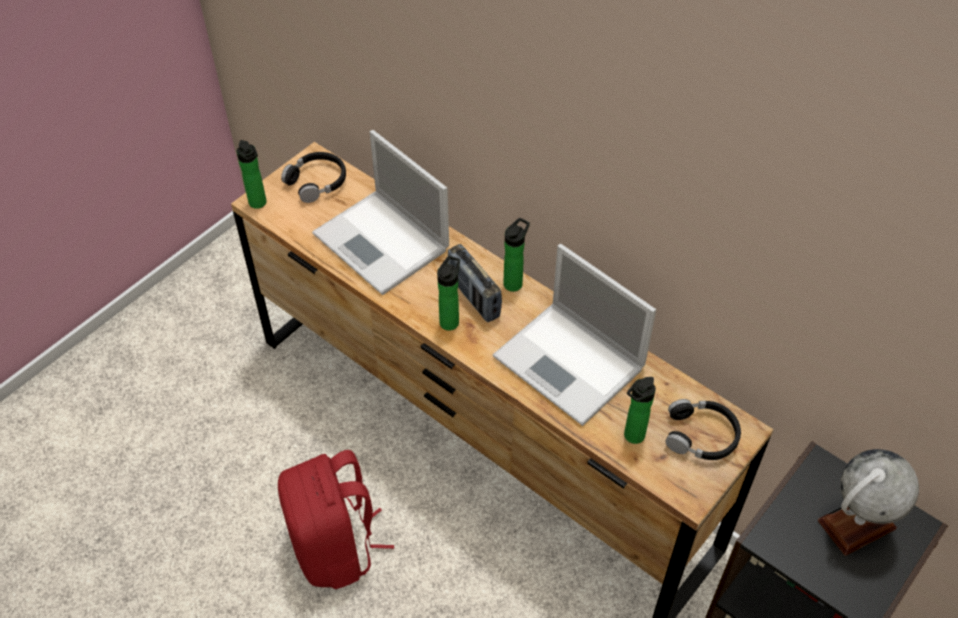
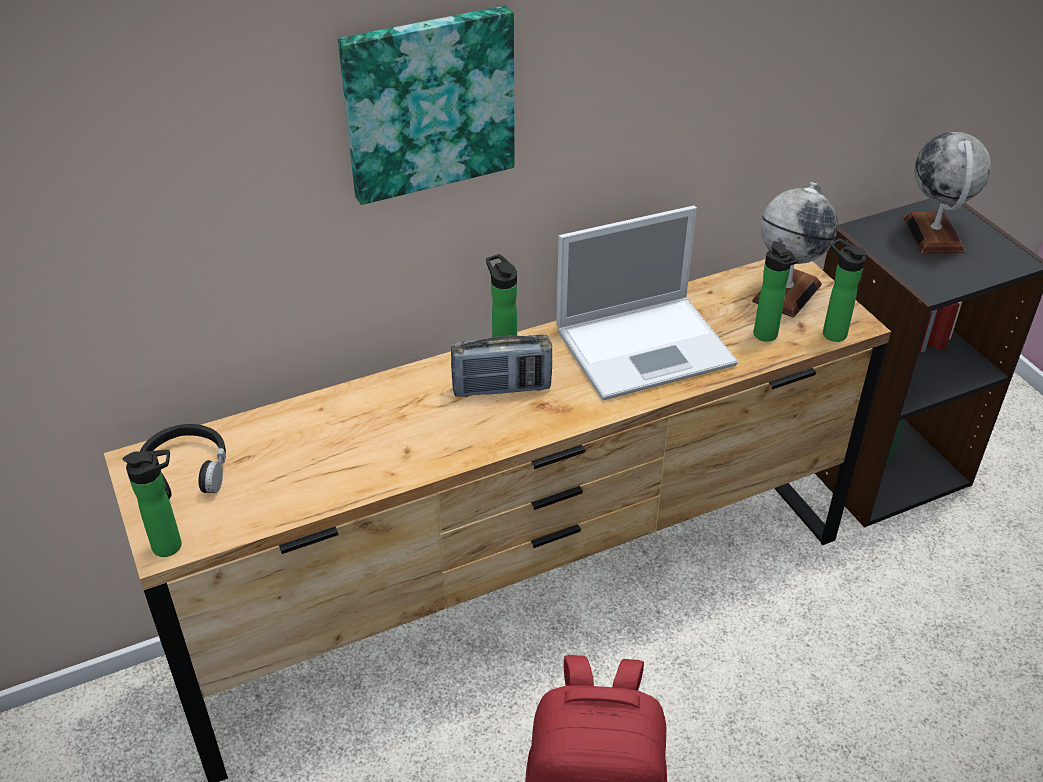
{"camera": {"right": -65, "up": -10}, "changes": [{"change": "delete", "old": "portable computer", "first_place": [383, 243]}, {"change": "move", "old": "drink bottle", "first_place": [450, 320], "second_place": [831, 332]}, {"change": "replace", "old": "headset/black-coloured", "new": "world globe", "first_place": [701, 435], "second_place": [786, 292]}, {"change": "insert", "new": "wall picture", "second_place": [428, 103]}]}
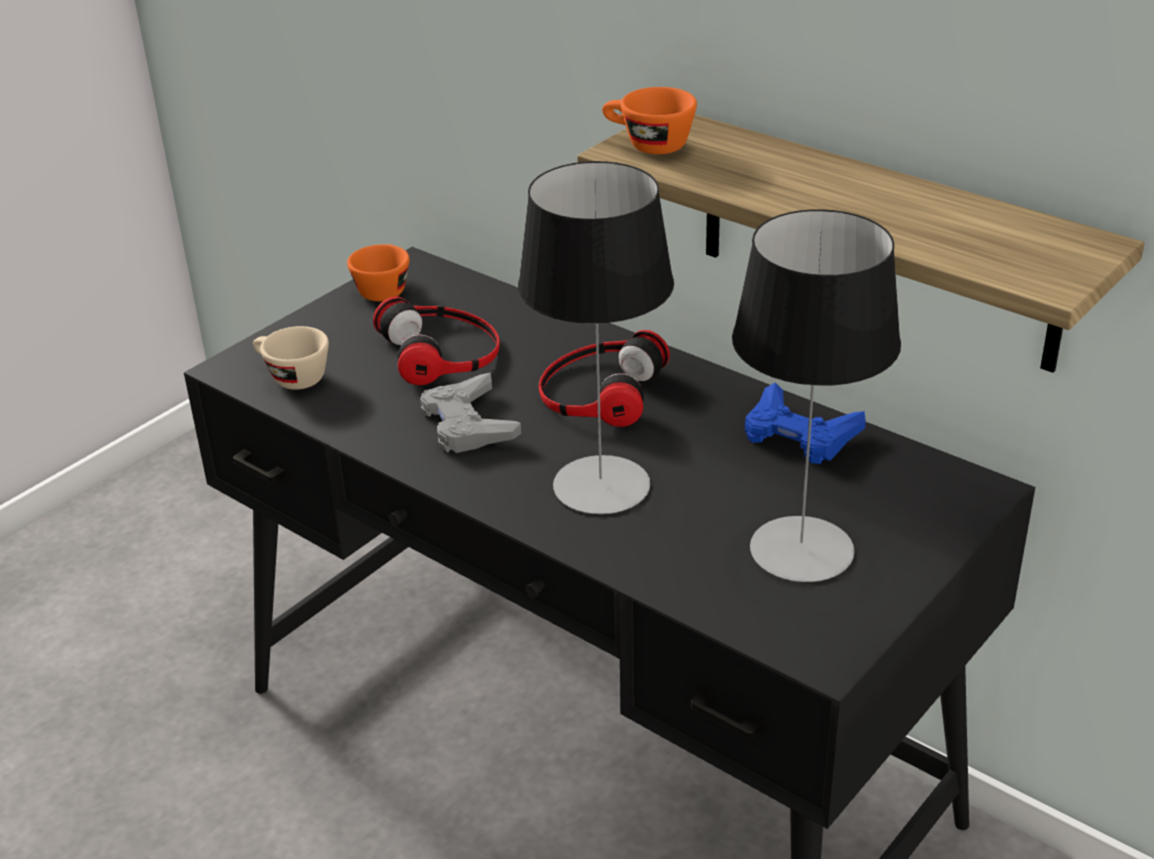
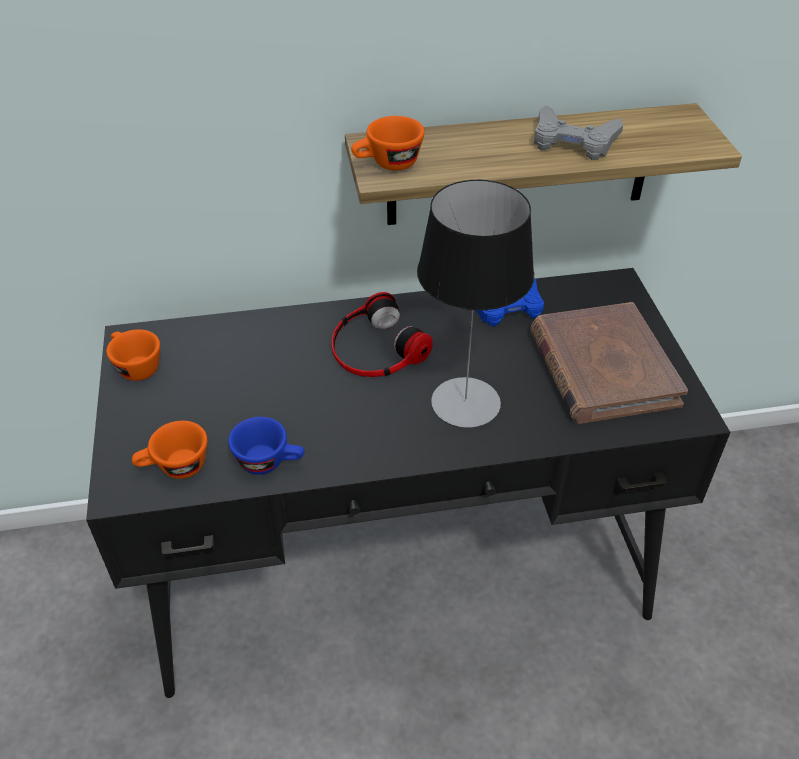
{"camera": {"right": -50, "up": 10}, "changes": [{"change": "replace", "old": "lamp for a table", "new": "volume/brownish", "first_place": [801, 549], "second_place": [602, 368]}, {"change": "delete", "old": "headset", "first_place": [442, 351]}, {"change": "recolor", "old": "small cup/sand-coloured", "new": "small cup/orange-coloured", "first_place": [291, 377], "second_place": [175, 468]}, {"change": "move", "old": "joypad/grey", "first_place": [468, 423], "second_place": [573, 141]}, {"change": "insert", "new": "small cup/bluish", "second_place": [270, 461]}]}
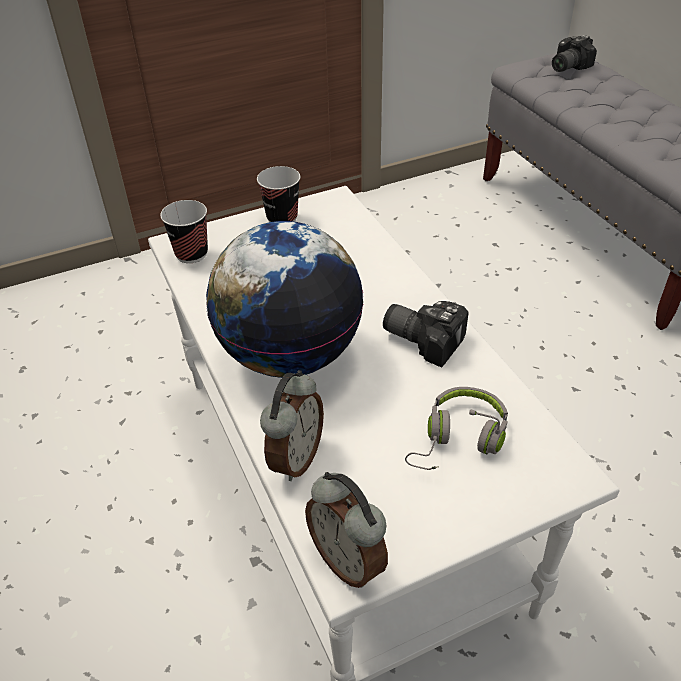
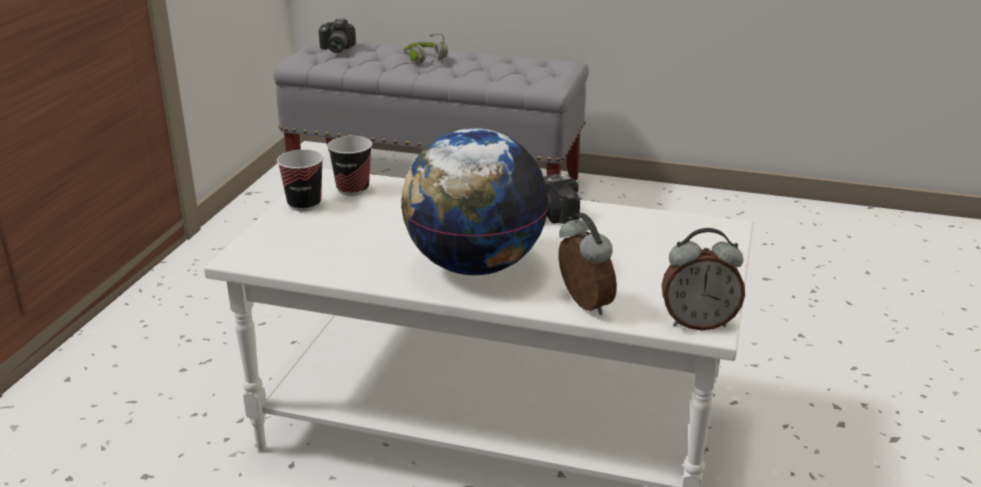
{"camera": {"right": -50, "up": -15}, "changes": [{"change": "move", "old": "small cup", "first_place": [191, 254], "second_place": [353, 189]}, {"change": "move", "old": "headset/grey", "first_place": [459, 439], "second_place": [426, 61]}]}
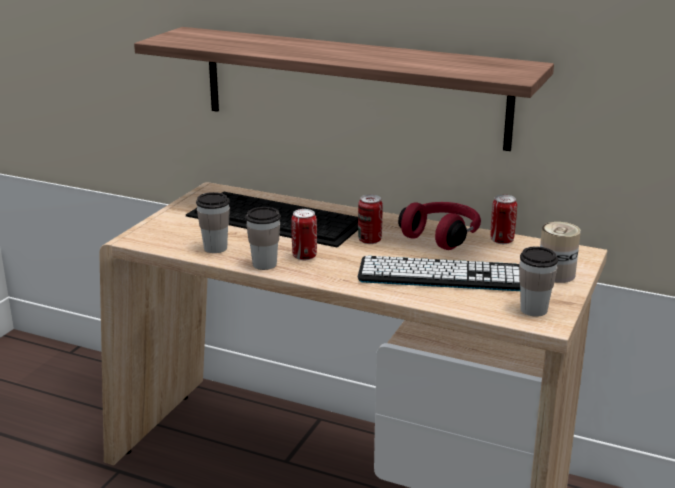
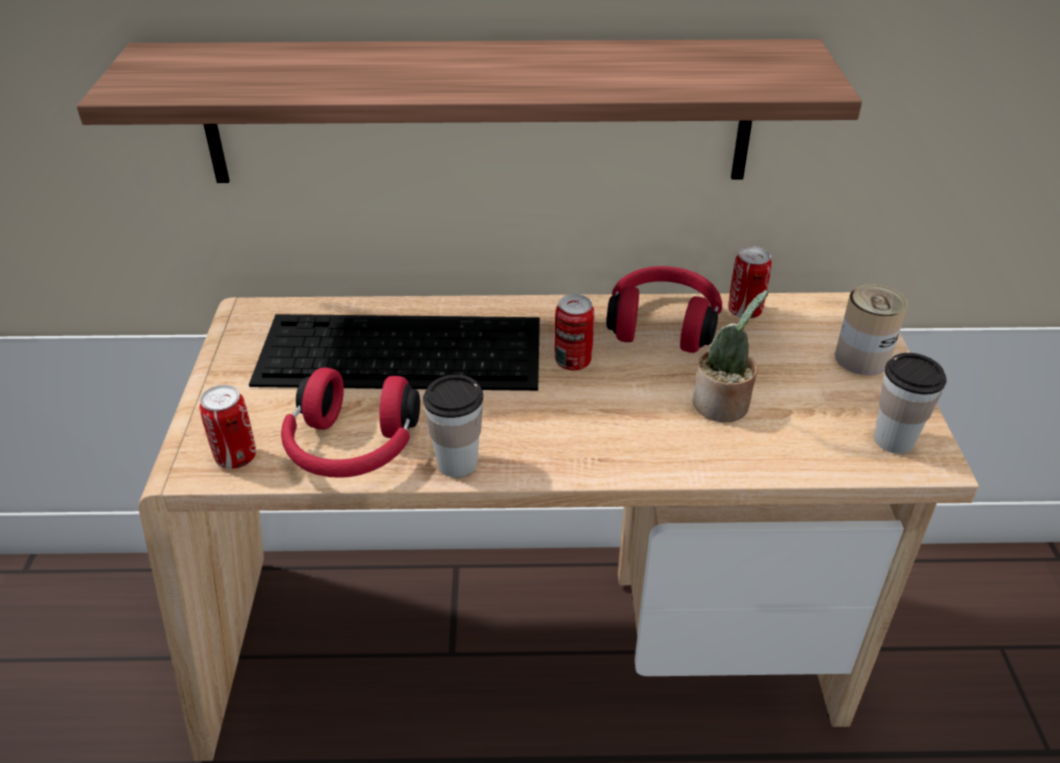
{"camera": {"right": -25, "up": 15}, "changes": [{"change": "replace", "old": "small cup", "new": "headset/red-coloured", "first_place": [215, 248], "second_place": [351, 449]}, {"change": "move", "old": "metal can", "first_place": [304, 256], "second_place": [236, 457]}, {"change": "replace", "old": "PC keyboard", "new": "plant in a pot", "first_place": [440, 275], "second_place": [723, 406]}]}
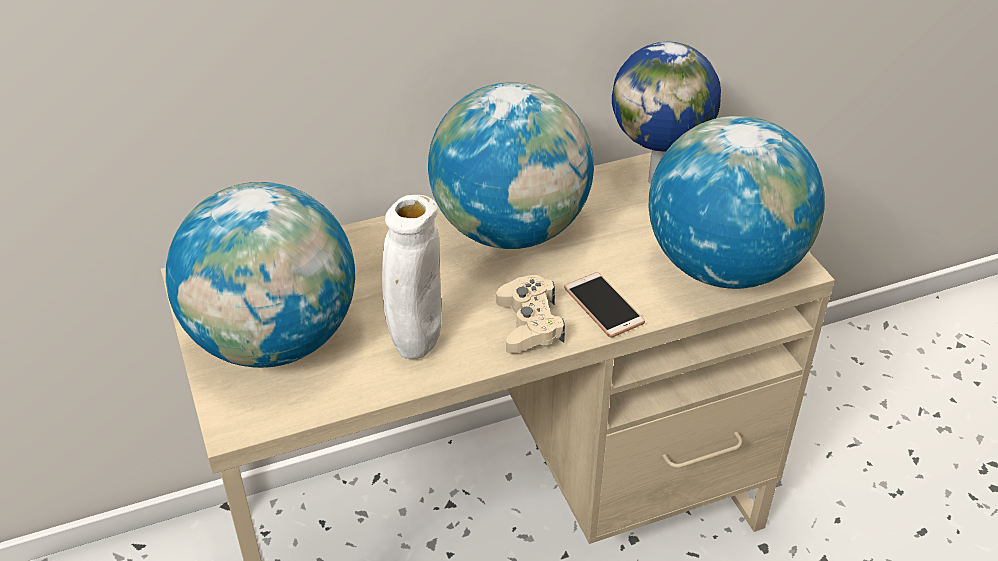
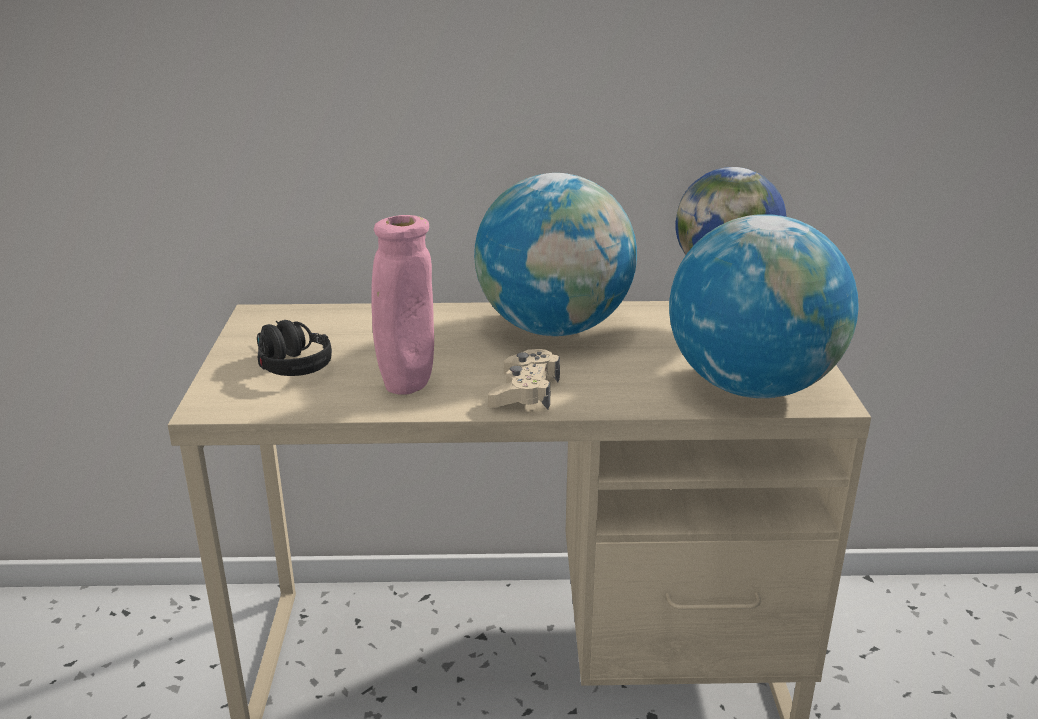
{"camera": {"right": 20, "up": -15}, "changes": [{"change": "replace", "old": "world globe", "new": "headset/black-coloured", "first_place": [274, 340], "second_place": [287, 361]}, {"change": "recolor", "old": "vase/white", "new": "vase/pinkish", "first_place": [416, 346], "second_place": [407, 387]}, {"change": "delete", "old": "phone", "first_place": [603, 306]}]}
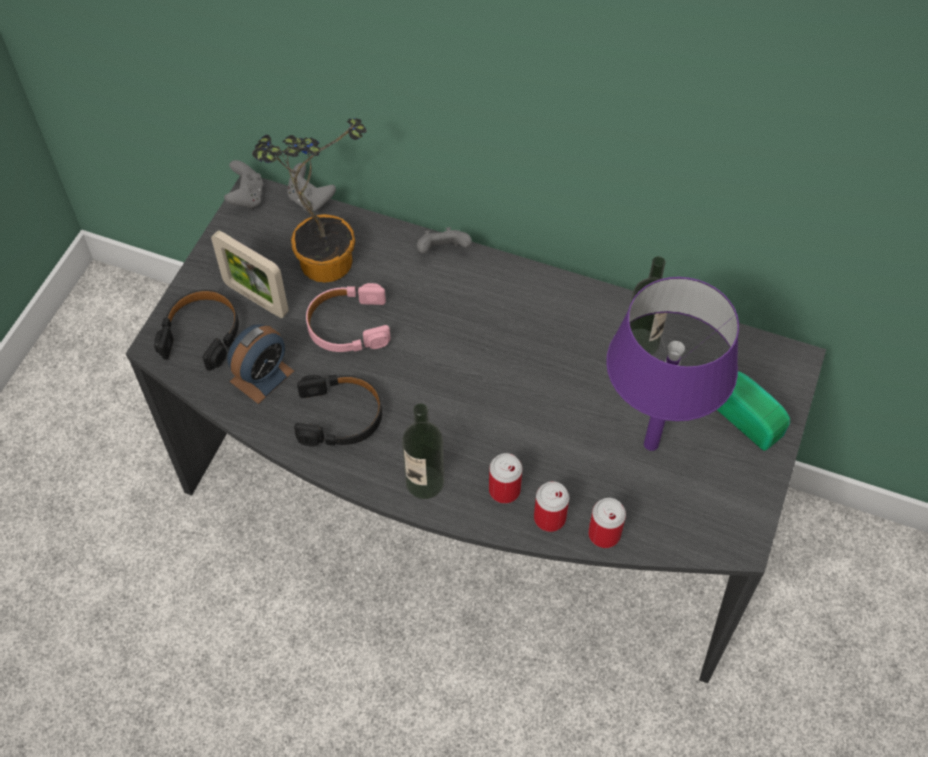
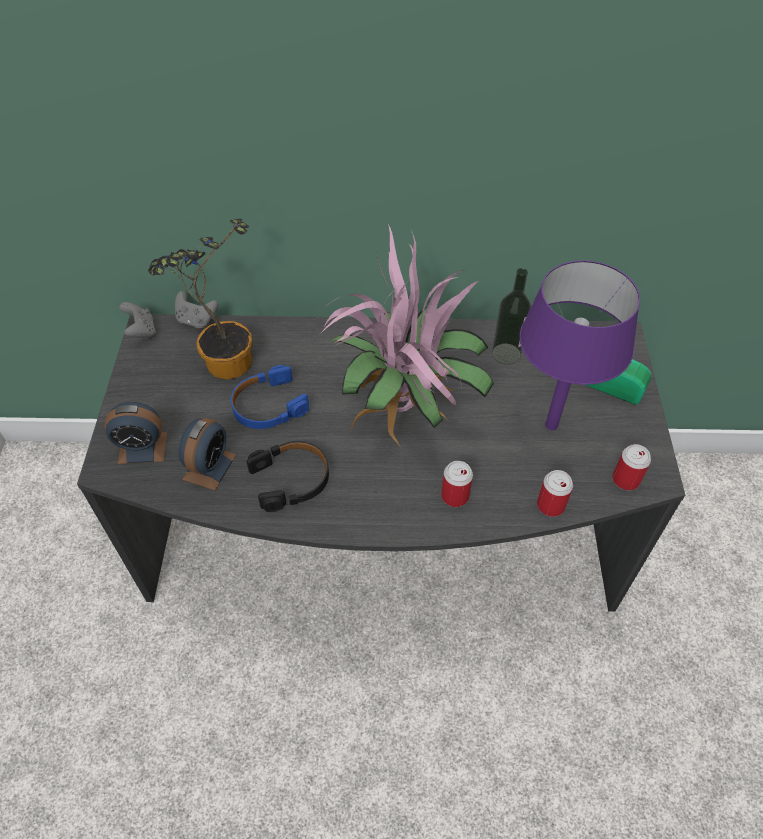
{"camera": {"right": -20, "up": -5}, "changes": [{"change": "delete", "old": "joypad/grey", "first_place": [443, 251]}, {"change": "delete", "old": "picture frame", "first_place": [256, 299]}, {"change": "recolor", "old": "headset/pinkish", "new": "headset/bluish", "first_place": [348, 326], "second_place": [268, 406]}, {"change": "replace", "old": "headset/black-coloured", "new": "table clock", "first_place": [202, 334], "second_place": [142, 448]}, {"change": "delete", "old": "drink bottle", "first_place": [424, 482]}, {"change": "move", "old": "metal can", "first_place": [549, 518], "second_place": [625, 479]}, {"change": "insert", "new": "plant in a pot", "second_place": [404, 411]}]}
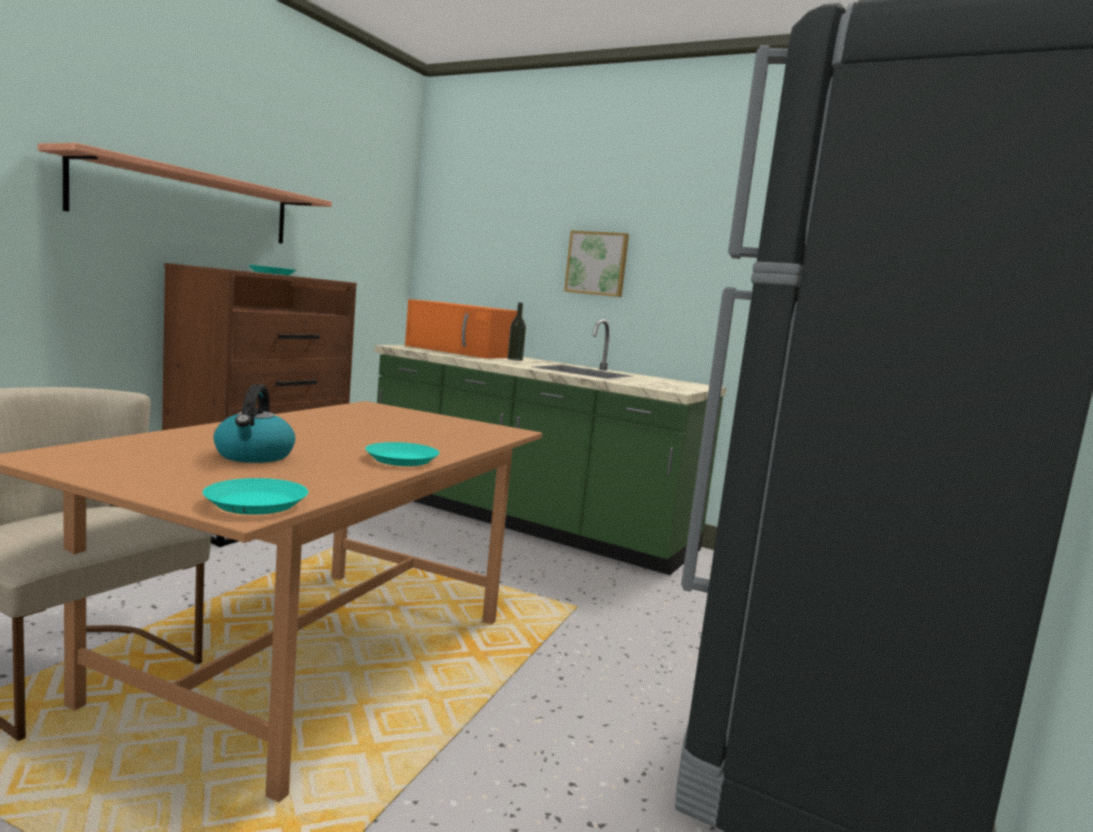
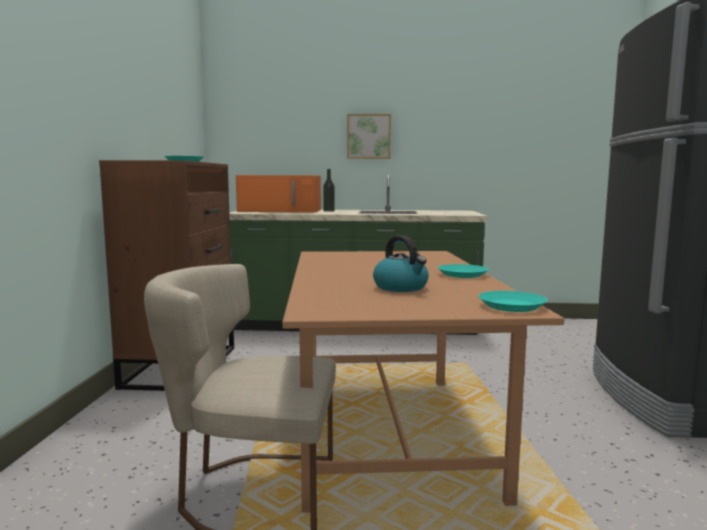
{"camera": {"right": -25, "up": 0}, "changes": [{"change": "delete", "old": "wall shelf", "first_place": [188, 203]}]}
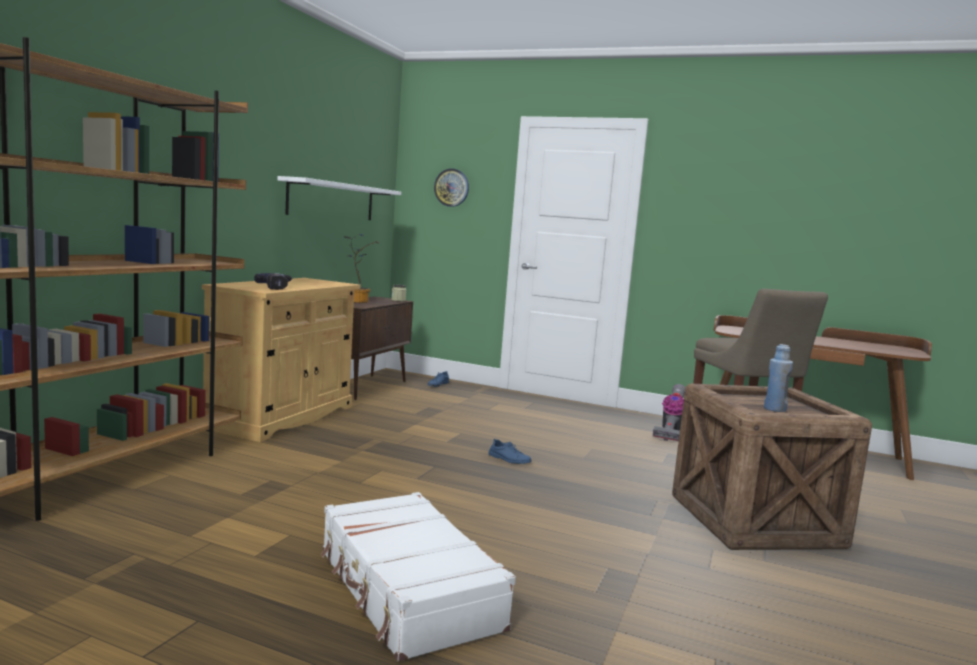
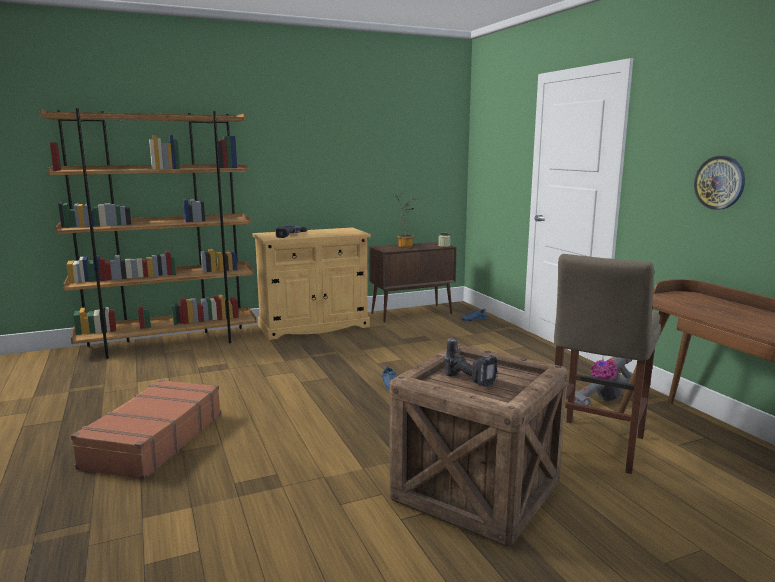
{"camera": {"right": 45, "up": 5}, "changes": [{"change": "move", "old": "clock on the wall", "first_place": [452, 187], "second_place": [719, 182]}, {"change": "delete", "old": "wall shelf/white", "first_place": [332, 200]}, {"change": "replace", "old": "drink bottle/bluish", "new": "power drill", "first_place": [774, 409], "second_place": [471, 381]}, {"change": "recolor", "old": "suitcase/white", "new": "suitcase/brownish", "first_place": [407, 590], "second_place": [153, 440]}]}
